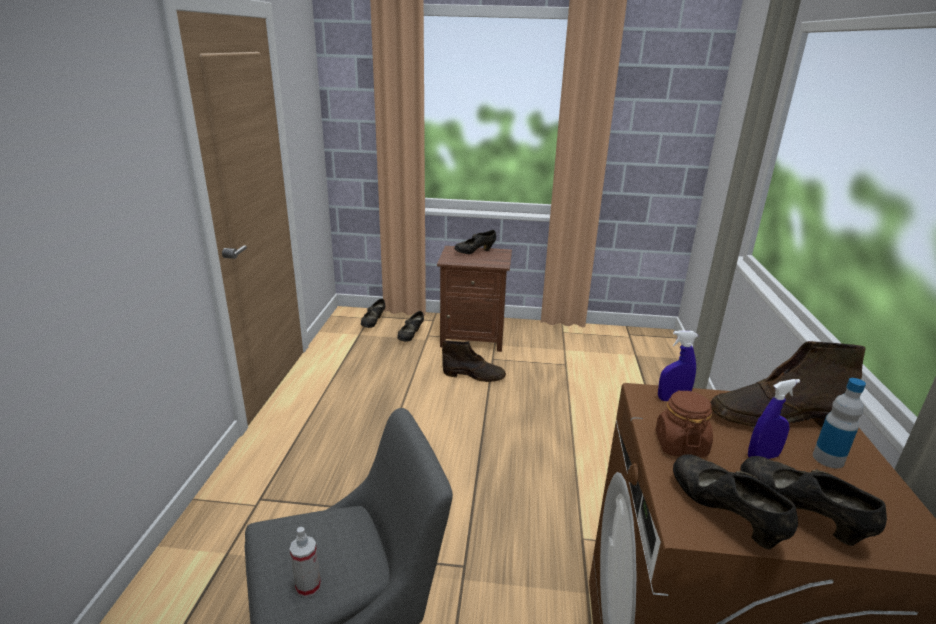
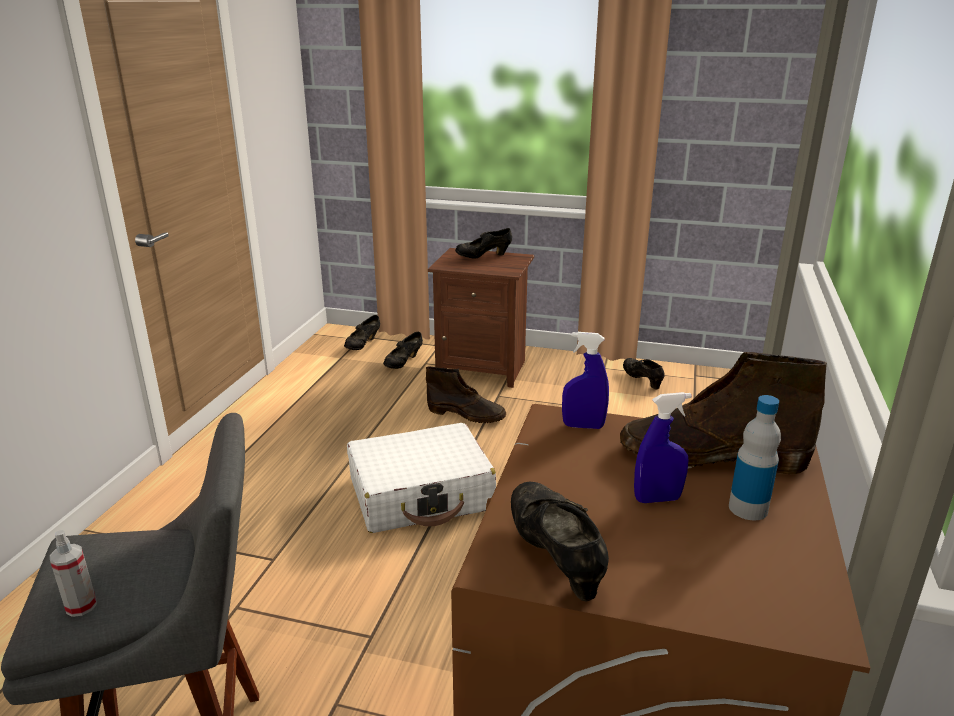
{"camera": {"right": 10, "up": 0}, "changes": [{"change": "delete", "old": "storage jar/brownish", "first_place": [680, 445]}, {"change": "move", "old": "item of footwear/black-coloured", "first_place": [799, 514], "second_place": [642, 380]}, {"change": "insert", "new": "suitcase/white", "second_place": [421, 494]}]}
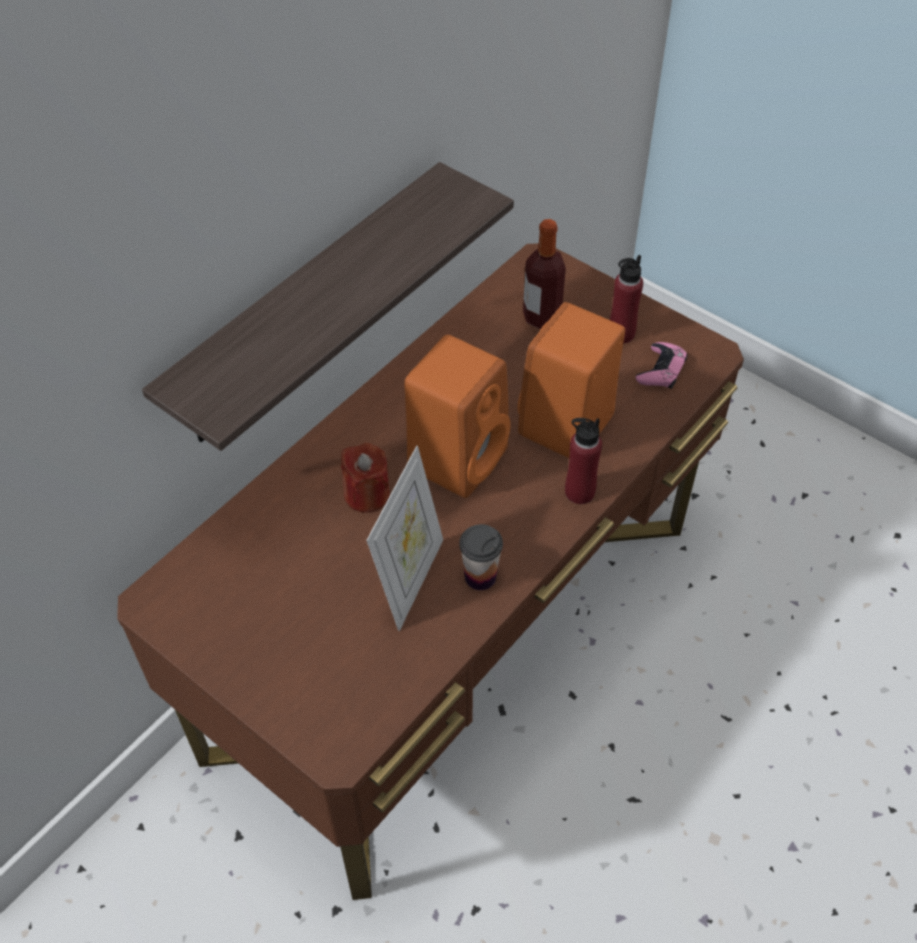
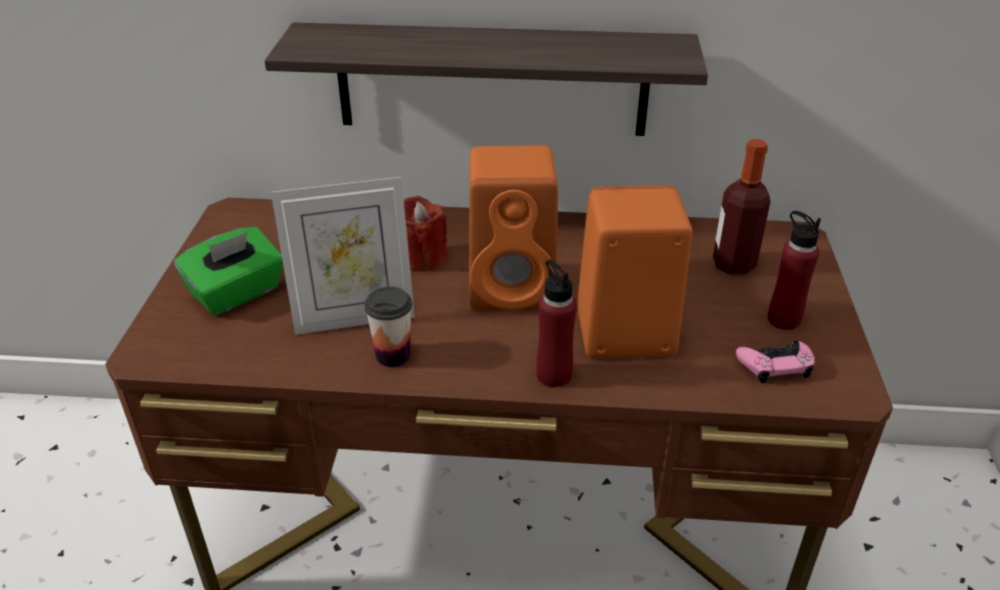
{"camera": {"right": 55, "up": -15}, "changes": [{"change": "insert", "new": "box of tissues/green-coloured", "second_place": [237, 293]}]}
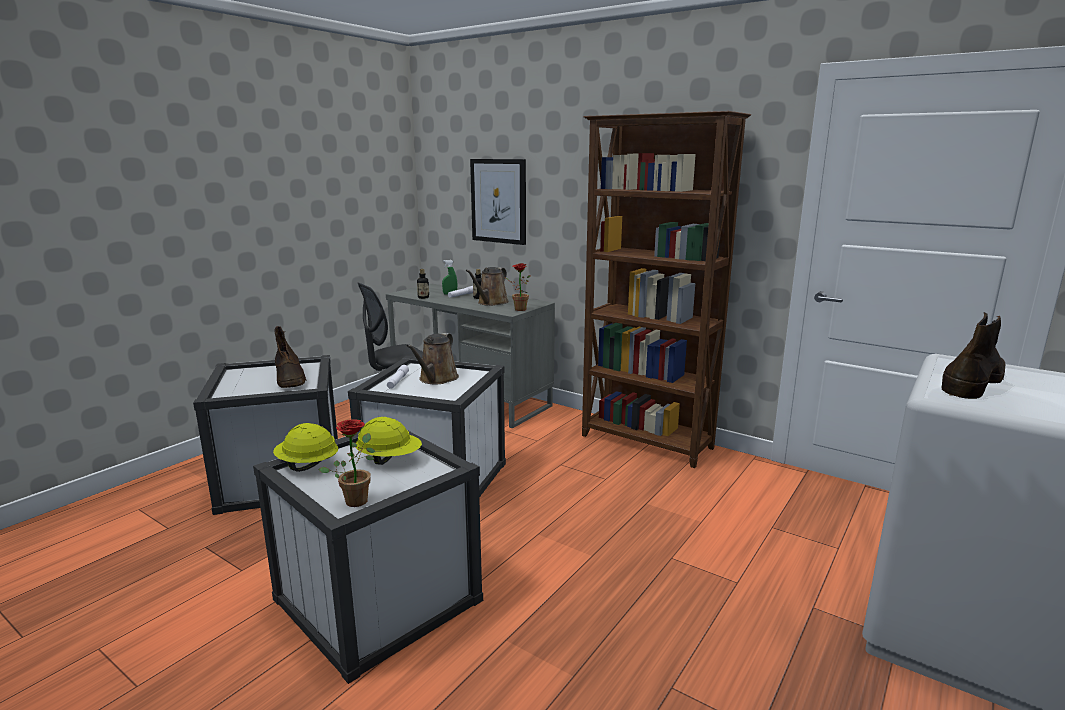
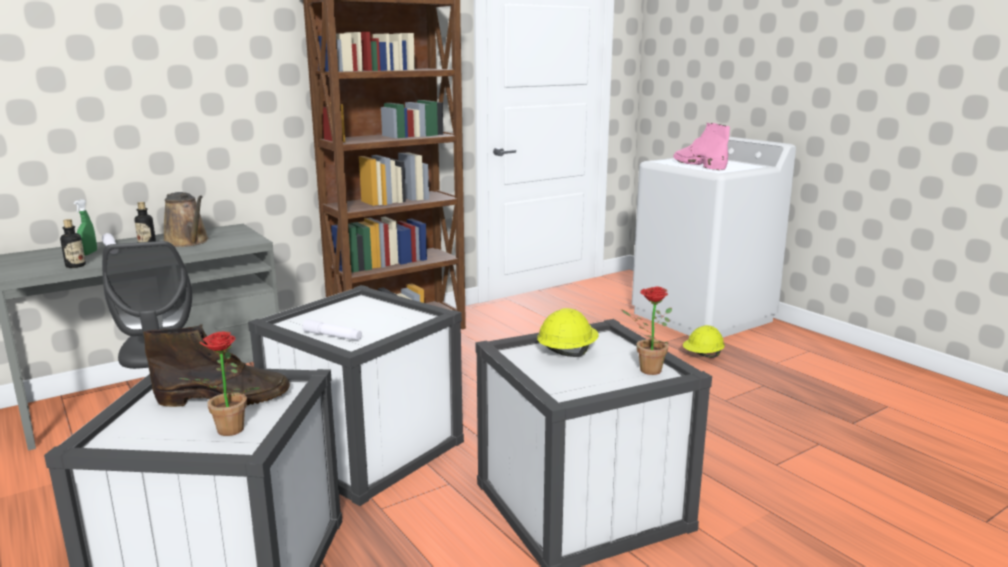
{"camera": {"right": -70, "up": 0}, "changes": [{"change": "delete", "old": "wall picture", "first_place": [499, 201]}, {"change": "move", "old": "plant in a pot", "first_place": [517, 309], "second_place": [226, 432]}, {"change": "recolor", "old": "tall boot/brownish", "new": "tall boot/pinkish", "first_place": [972, 382], "second_place": [698, 165]}, {"change": "delete", "old": "watering pot/brownish", "first_place": [436, 379]}, {"change": "move", "old": "hard hat/yellow-coloured", "first_place": [307, 466], "second_place": [703, 356]}]}
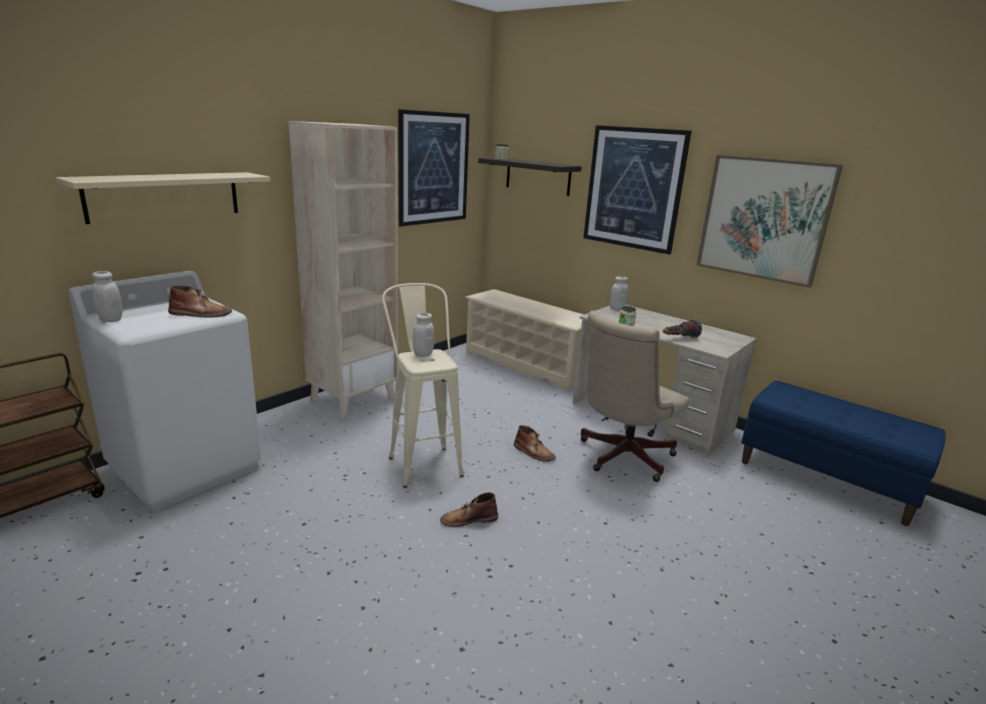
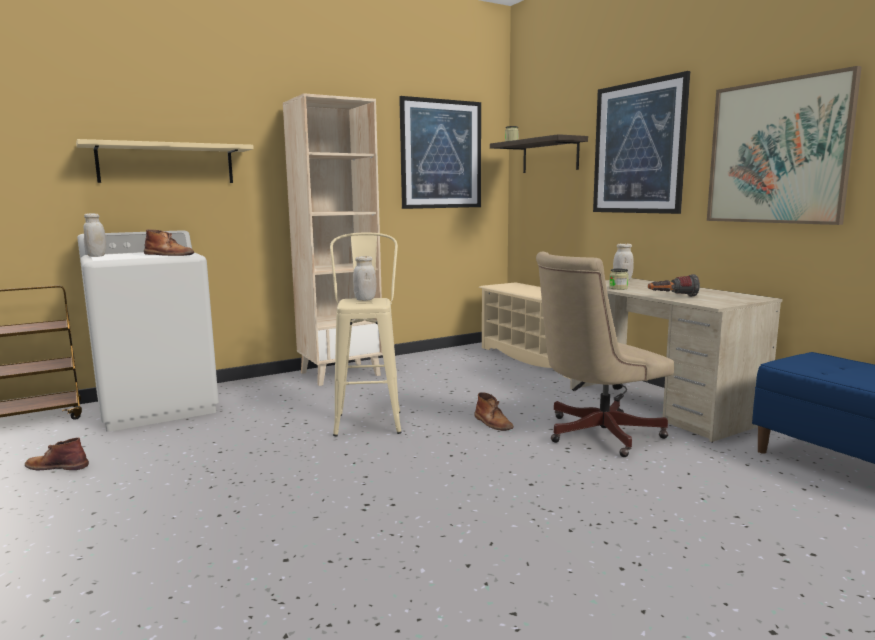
{"camera": {"right": 20, "up": -10}, "changes": [{"change": "move", "old": "tall boot/brownish", "first_place": [468, 519], "second_place": [57, 466]}]}
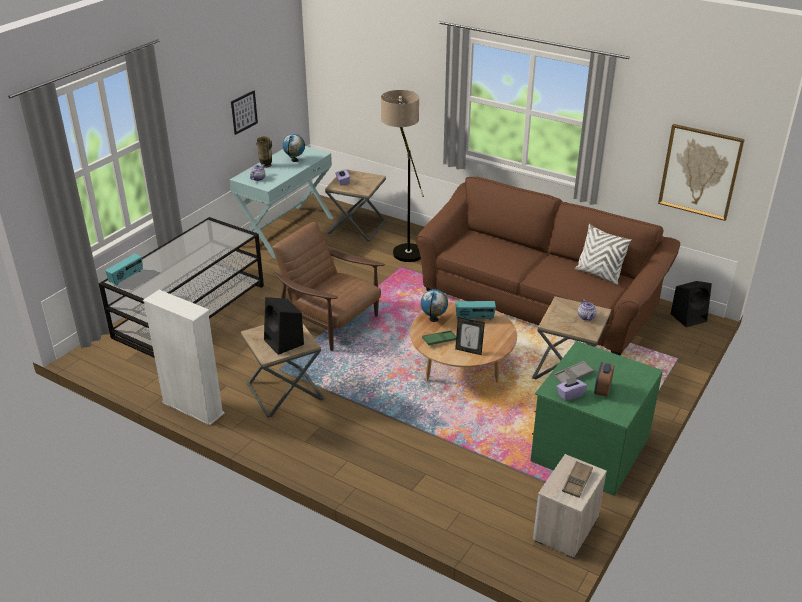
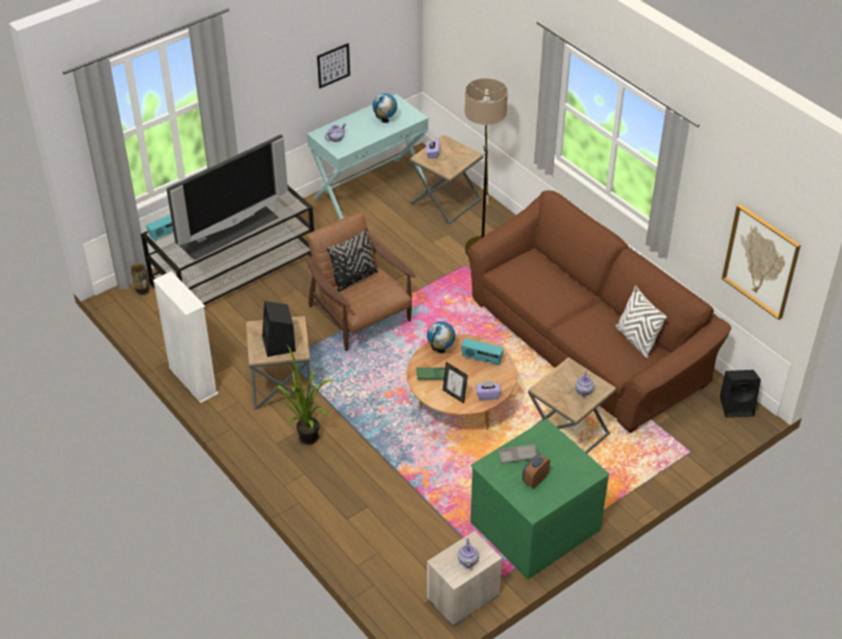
{"camera": {"right": 20, "up": 10}, "changes": [{"change": "move", "old": "vase", "first_place": [266, 165], "second_place": [143, 292]}, {"change": "move", "old": "box of tissues/purple-coloured", "first_place": [570, 395], "second_place": [487, 395]}, {"change": "replace", "old": "serving tray/brownish", "new": "pot for tea", "first_place": [577, 481], "second_place": [468, 560]}, {"change": "insert", "new": "TV set", "second_place": [228, 230]}, {"change": "insert", "new": "cushion/black-coloured", "second_place": [353, 279]}, {"change": "insert", "new": "plant in a pot", "second_place": [305, 441]}]}
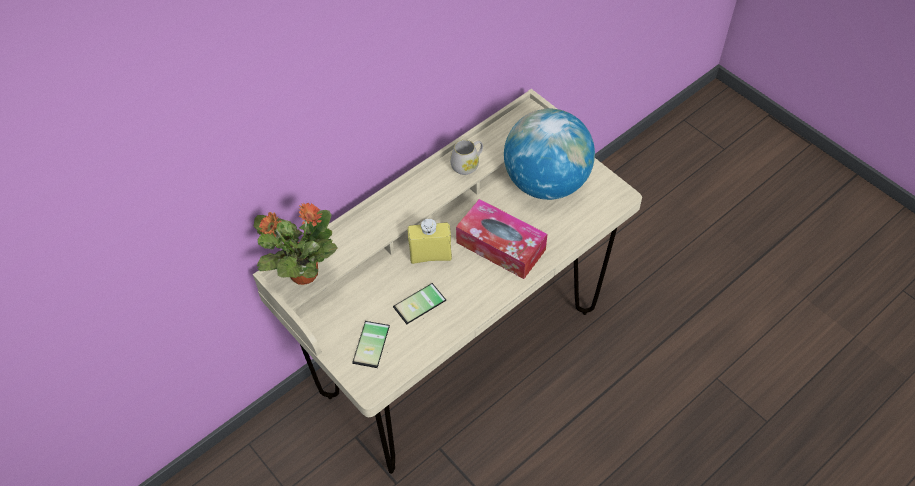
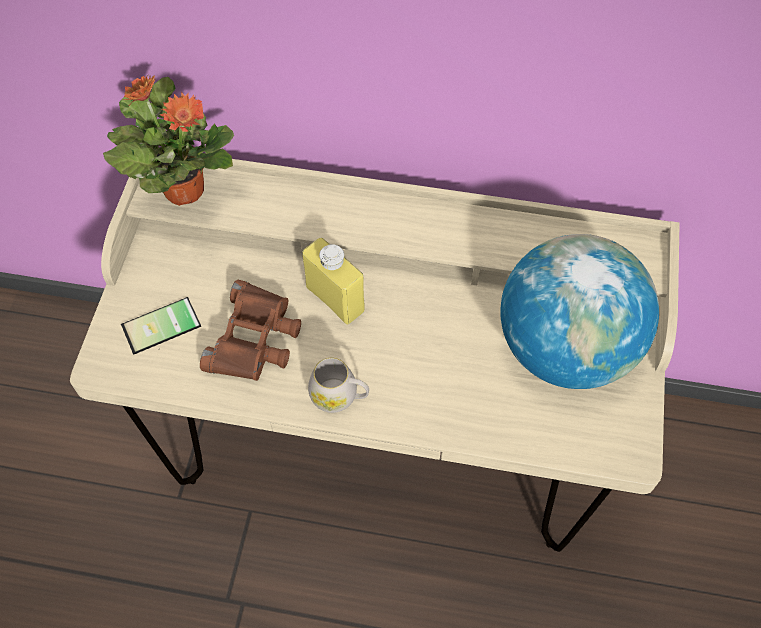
{"camera": {"right": 50, "up": 5}, "changes": [{"change": "move", "old": "mug/white", "first_place": [467, 164], "second_place": [339, 396]}, {"change": "delete", "old": "box of tissues", "first_place": [501, 246]}, {"change": "replace", "old": "phone", "new": "pair of binoculars/brownish", "first_place": [421, 305], "second_place": [255, 339]}]}
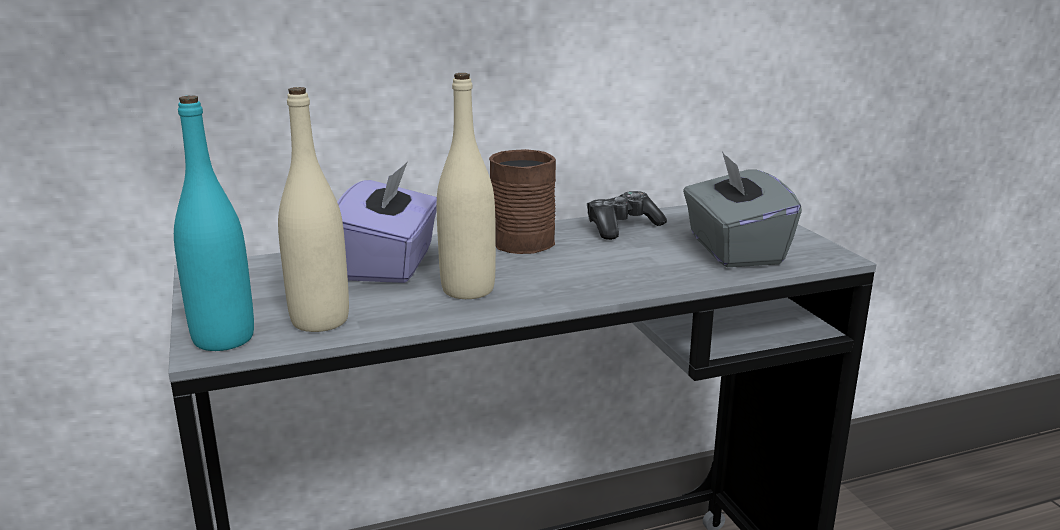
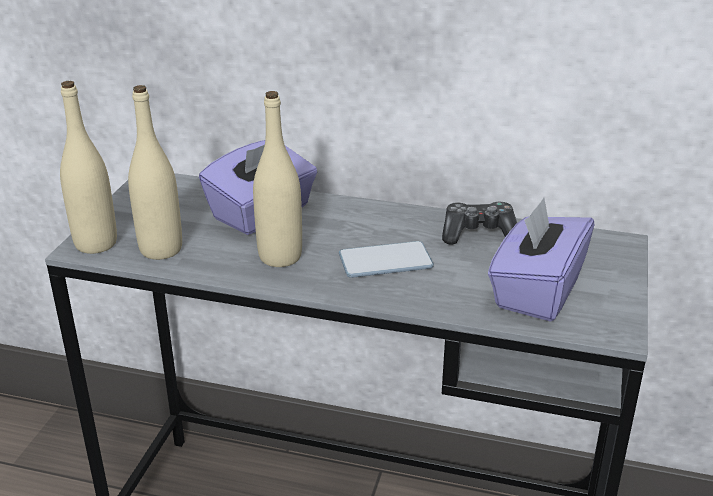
{"camera": {"right": 35, "up": 10}, "changes": [{"change": "recolor", "old": "drink bottle/turquoise", "new": "drink bottle/sand-coloured", "first_place": [223, 339], "second_place": [96, 243]}, {"change": "delete", "old": "mug/brownish", "first_place": [522, 238]}, {"change": "recolor", "old": "box of tissues/grey", "new": "box of tissues/purple-coloured", "first_place": [733, 250], "second_place": [536, 291]}, {"change": "insert", "new": "phone", "second_place": [385, 261]}]}
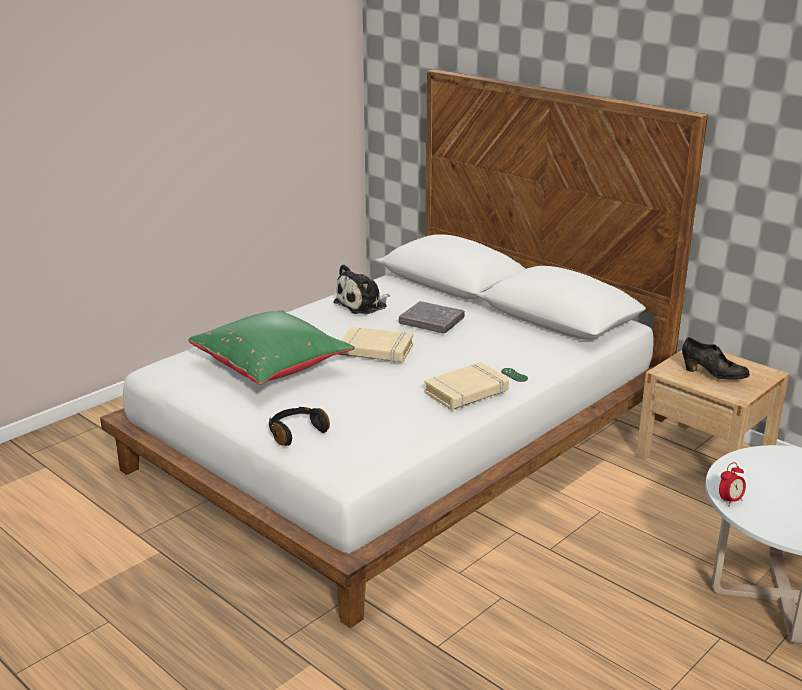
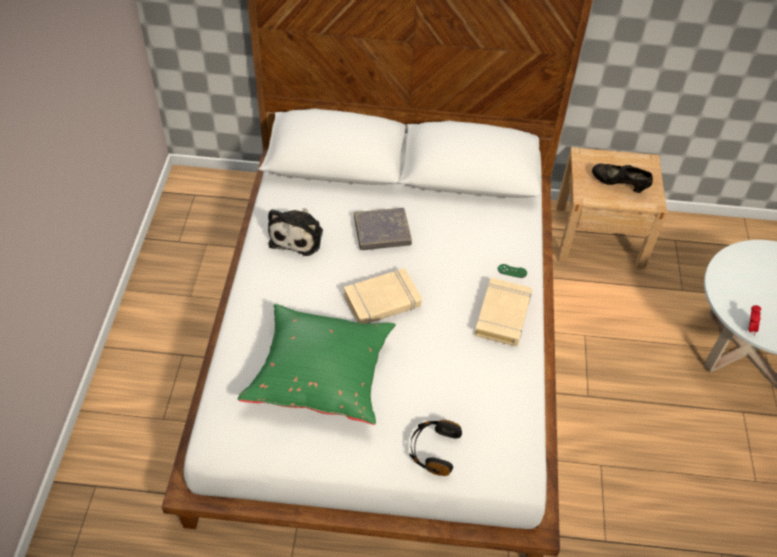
{"camera": {"right": -40, "up": 25}, "changes": [{"change": "rotate", "old": "item of footwear/black-coloured", "first_place": [712, 376], "second_place": [618, 185], "degrees": -150}]}
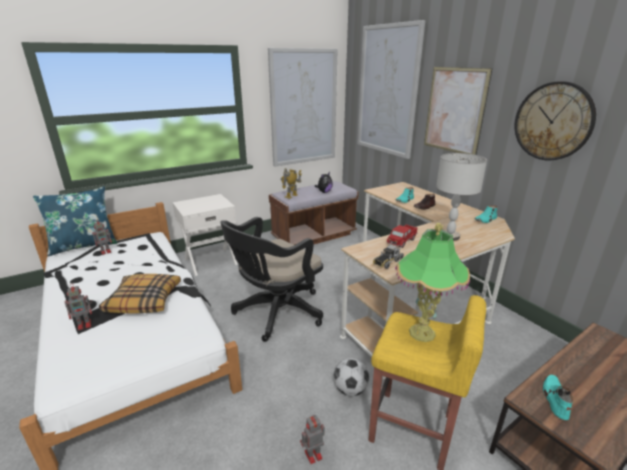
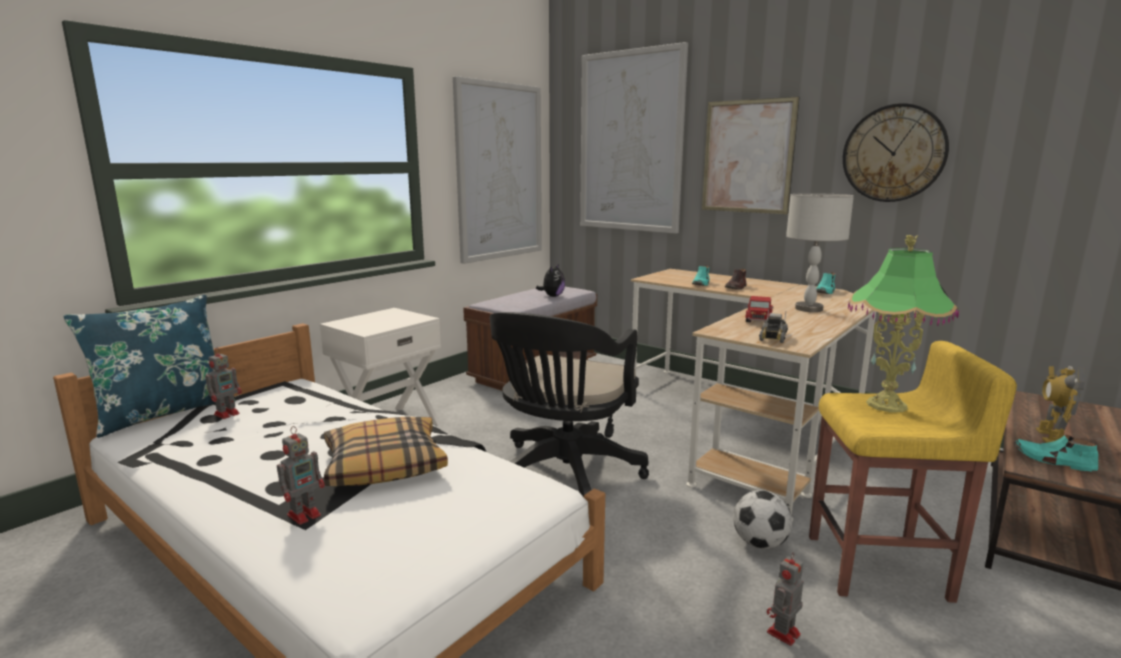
{"camera": {"right": -20, "up": -10}, "changes": [{"change": "move", "old": "model robot", "first_place": [291, 196], "second_place": [1050, 437]}, {"change": "rotate", "old": "item of footwear/turquoise", "first_place": [554, 399], "second_place": [1053, 461], "degrees": -45}]}
